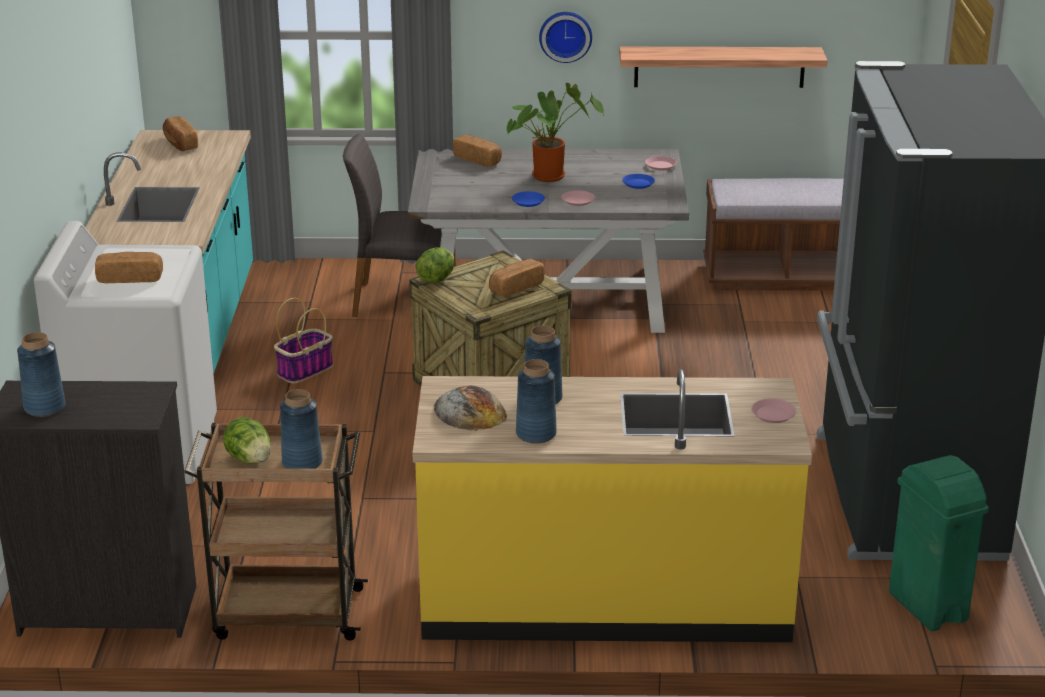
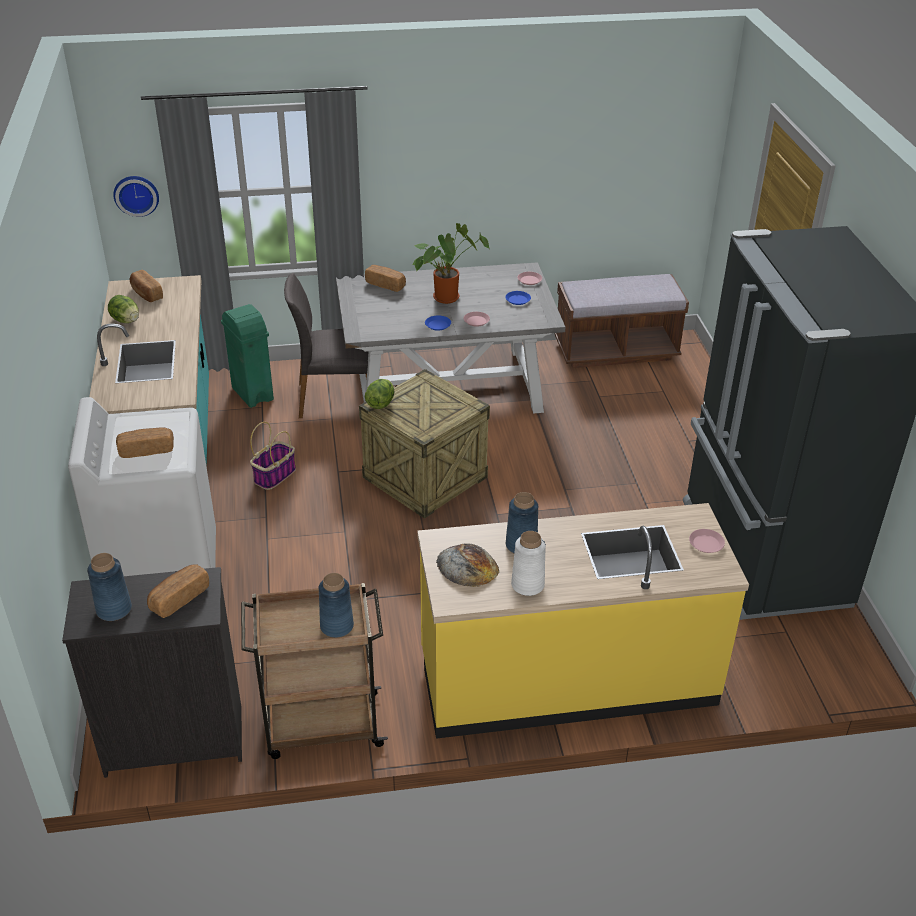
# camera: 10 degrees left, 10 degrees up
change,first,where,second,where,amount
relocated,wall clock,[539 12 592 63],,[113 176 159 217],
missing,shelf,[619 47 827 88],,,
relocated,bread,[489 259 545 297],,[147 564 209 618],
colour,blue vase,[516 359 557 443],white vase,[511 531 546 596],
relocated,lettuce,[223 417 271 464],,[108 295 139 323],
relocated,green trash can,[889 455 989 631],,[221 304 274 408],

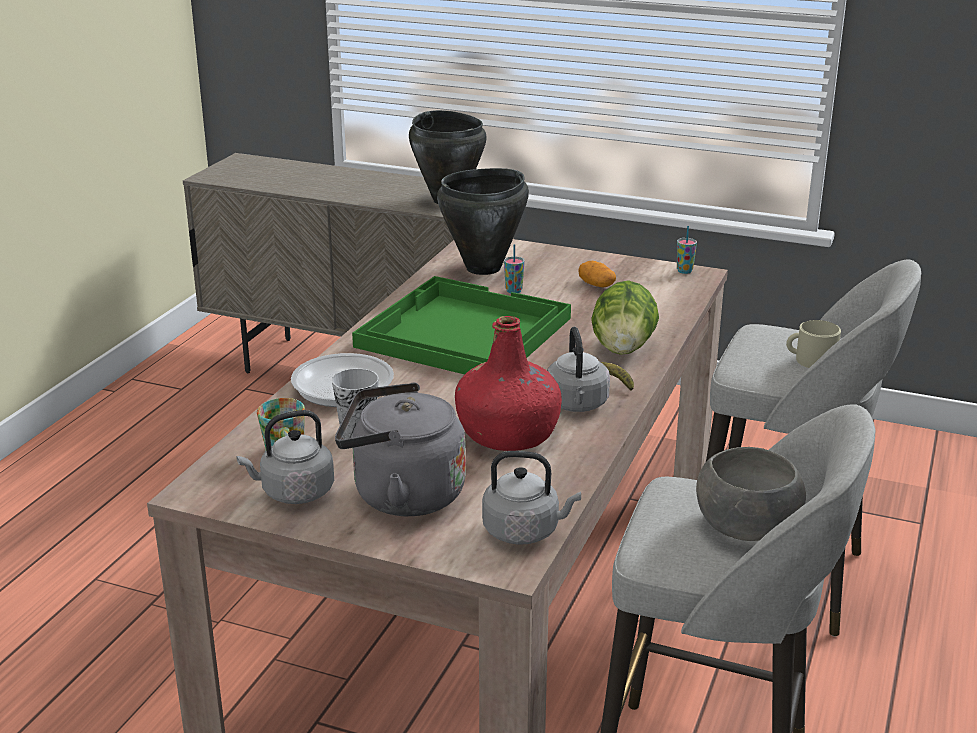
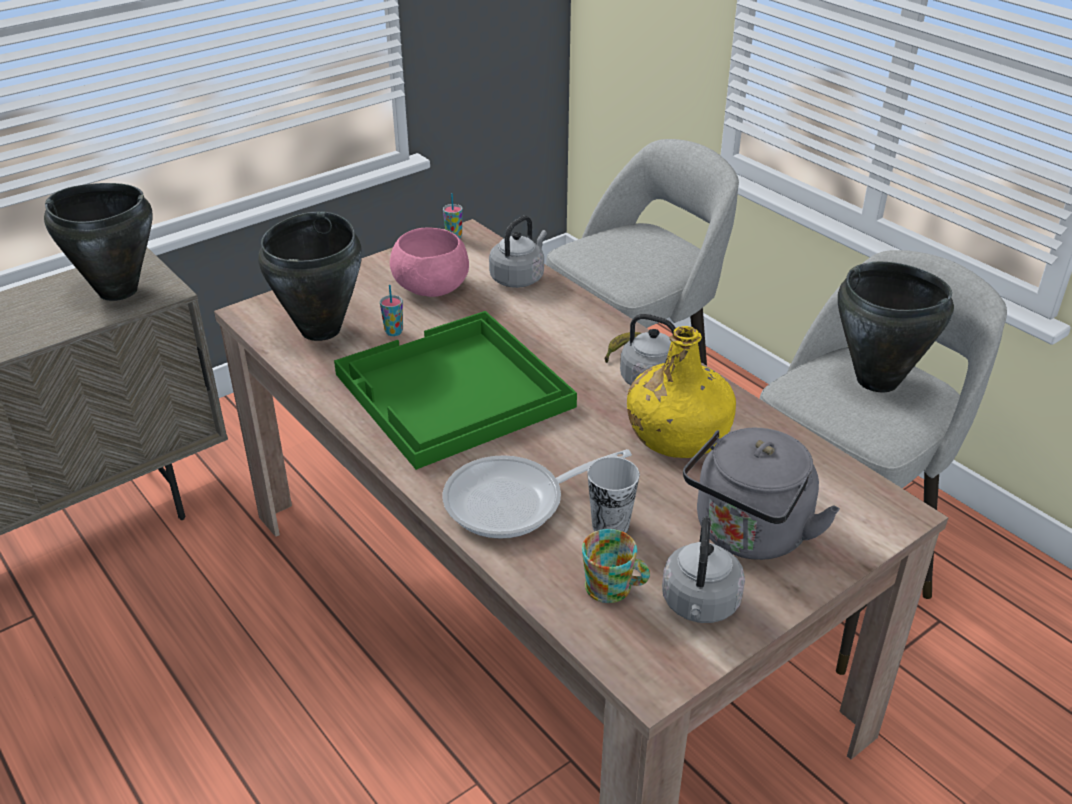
# camera: 60 degrees left, 10 degrees up
change,first,where,second,where,amount
exchanged,potato,[578 261 616 288],pink bowl,[390 228 469 297],
missing,lettuce,[591 280 659 355],,,
colour,red bottle,[455 316 562 451],yellow bottle,[627 326 736 458],
missing,beige mug,[786 320 841 368],,,
exchanged,grey bowl,[696 447 806 541],black cooking pot,[838 262 954 392],
relocated,grey kettle,[482 451 581 545],,[489 216 547 288],

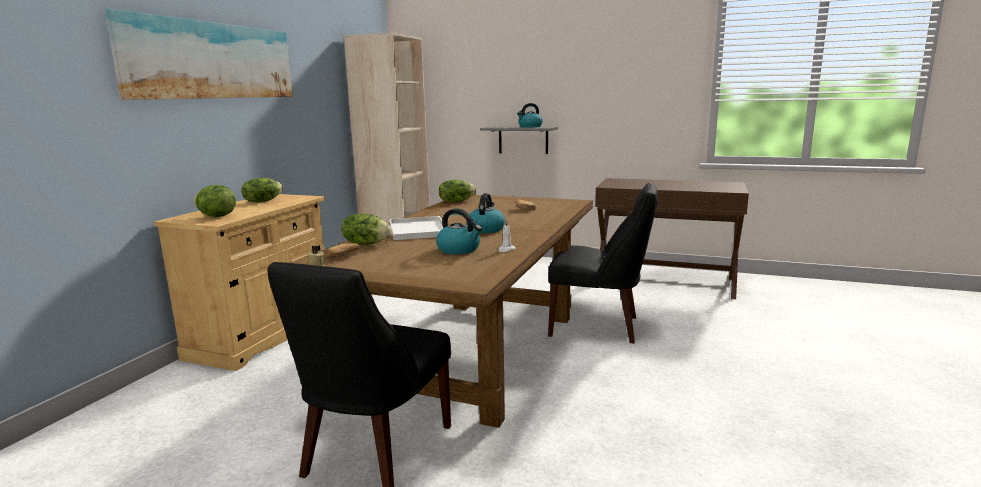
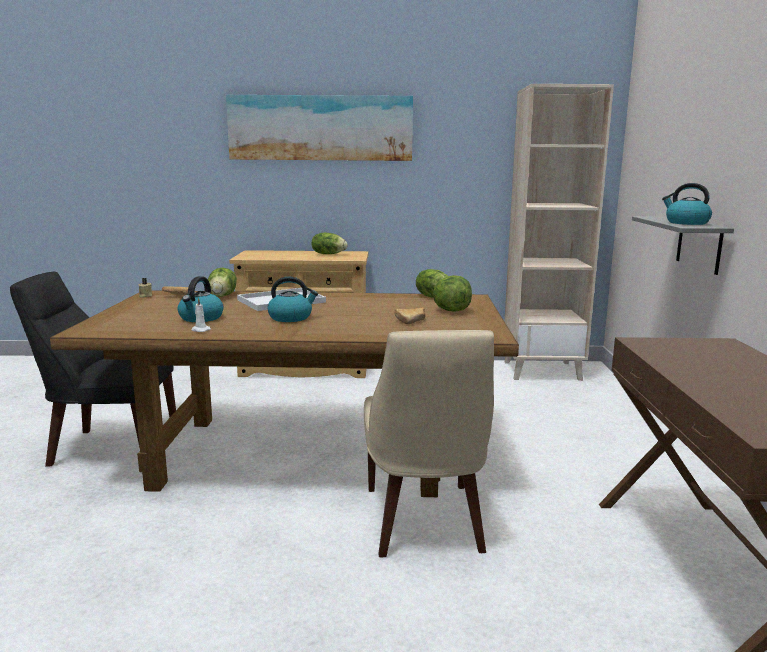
# camera: 70 degrees right, 0 degrees up
change,first,where,second,where,amount
colour,black chair,[548 183 658 343],beige chair,[364 330 494 557],
relocated,lettuce,[194 185 236 217],,[433 275 472 312],

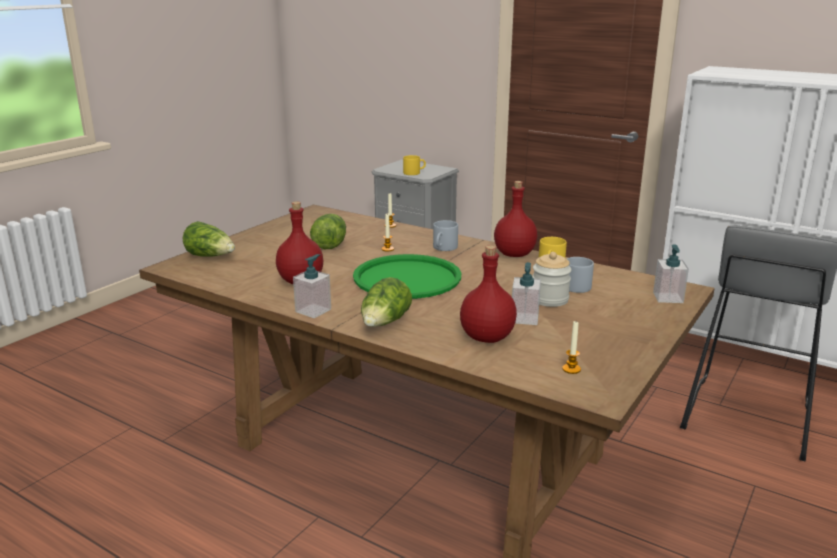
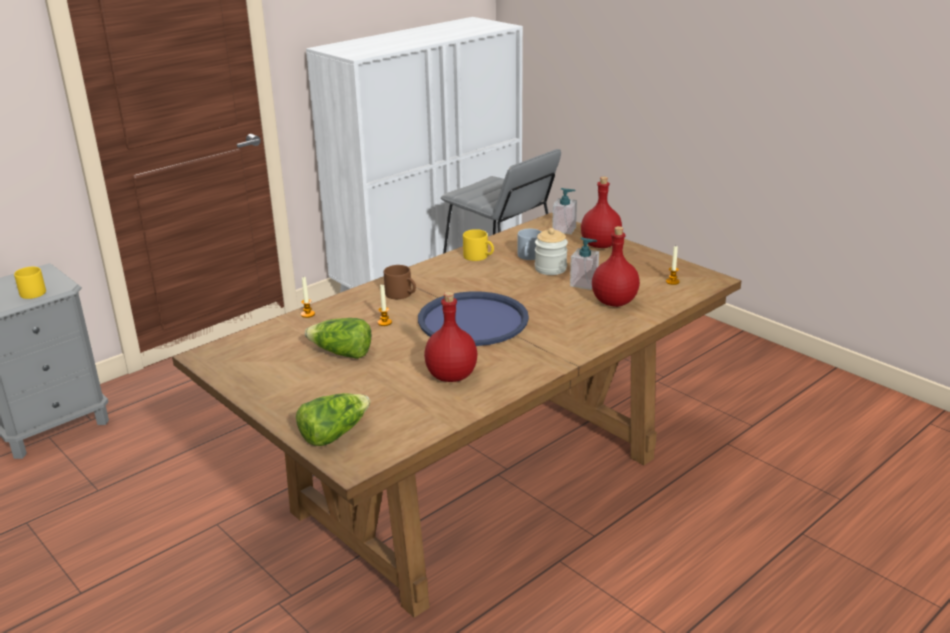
# camera: 75 degrees left, 5 degrees up
change,first,where,second,where,amount
relocated,red bottle,[494 181 537 257],,[581 177 622 248],
colour,grey mug,[433 220 458 251],brown mug,[384 265 416 299],
missing,soap dispenser,[293 254 331 318],,,
colour,green tray,[353 254 461 299],blue tray,[418 291 529 346],
missing,lettuce,[361 277 412 327],,,

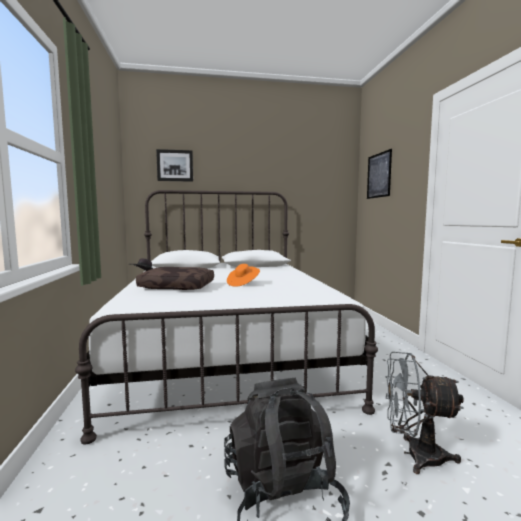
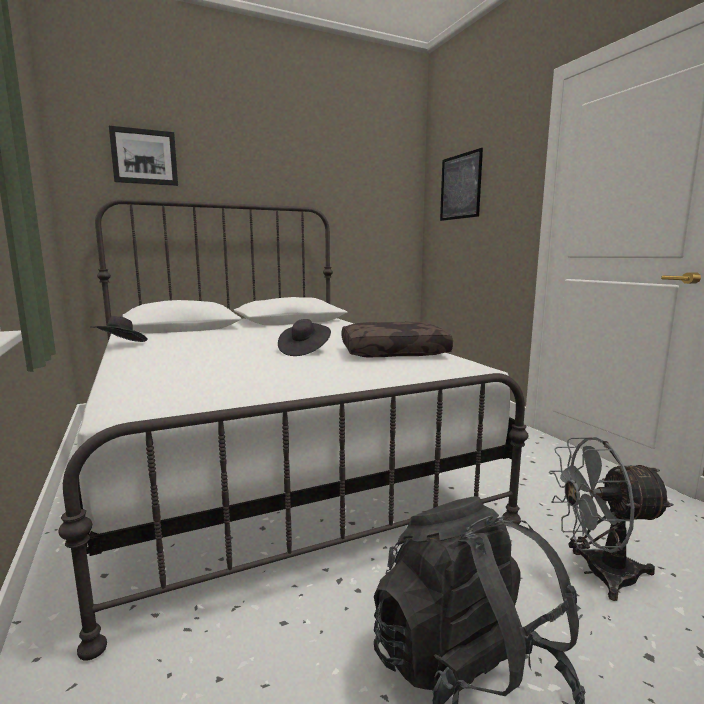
# camera: 15 degrees left, 5 degrees up
change,first,where,second,where,amount
colour,orange hat,[227 264 260 287],black hat,[278 319 331 356],
relocated,brown pillow,[136 267 214 290],,[342 321 453 357],

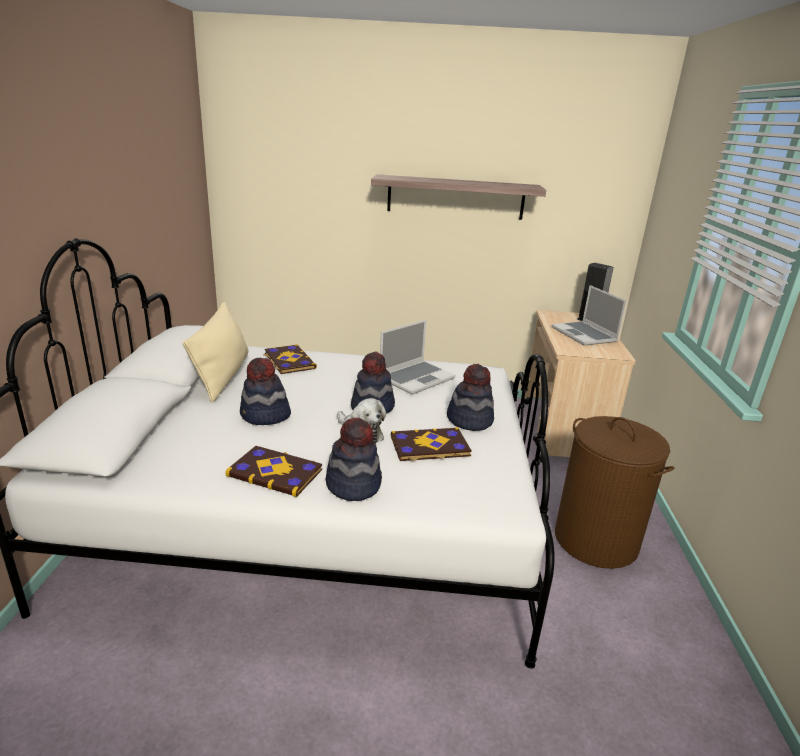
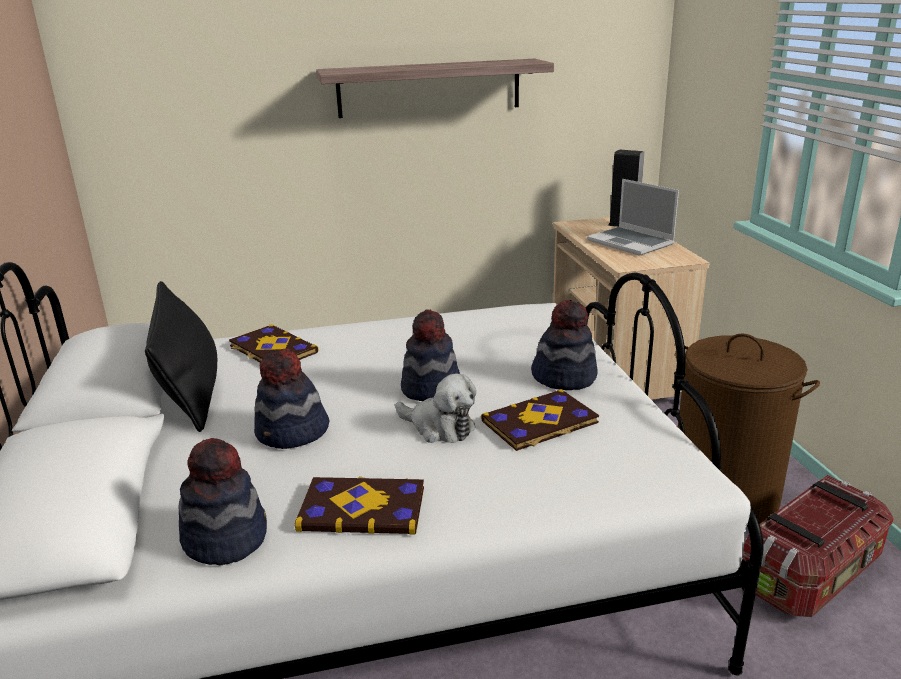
# camera: 15 degrees left, 0 degrees up
change,first,where,second,where,amount
colour,beige pillow,[183 302 249 403],black pillow,[145 281 217 432],
missing,laptop,[380 320 455 395],,,
relocated,hat,[326 418 382 501],,[178 438 267 566],
appeared,,,storage box,[742 475 894 617],

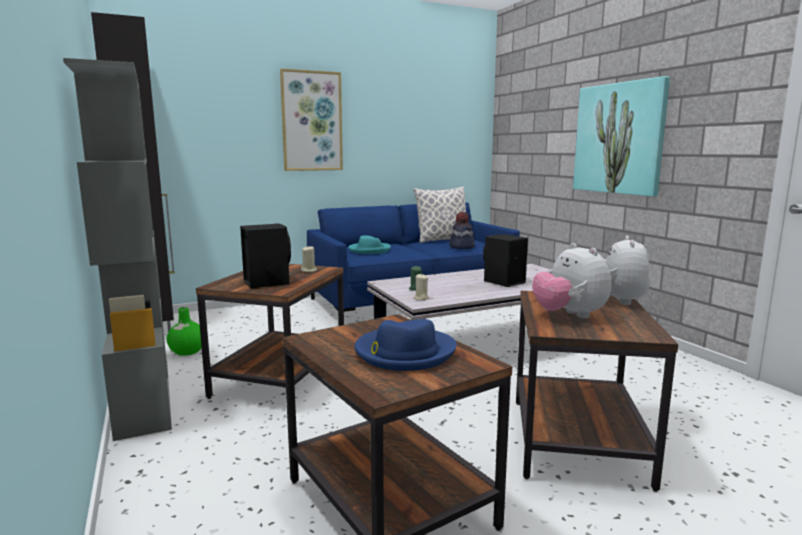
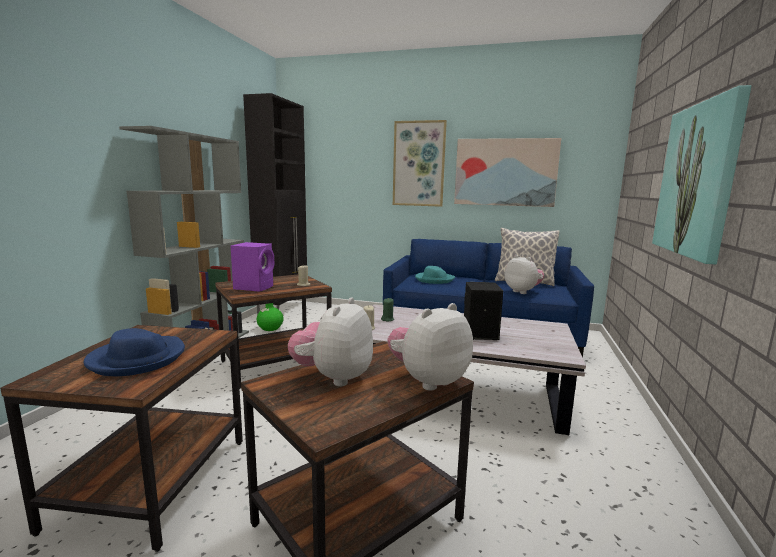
# camera: 40 degrees right, 0 degrees up
change,first,where,second,where,amount
exchanged,hat,[449 212 475 249],plush toy,[504 255 544 294],
colour,black speaker,[240 223 291 289],purple speaker,[231 242 274 292],
appeared,,,picture,[454 138 561 207],

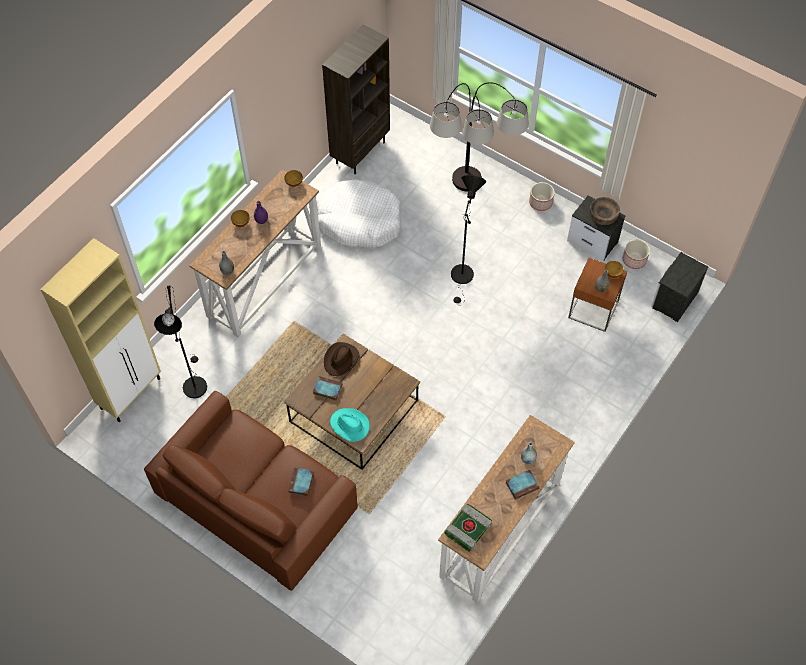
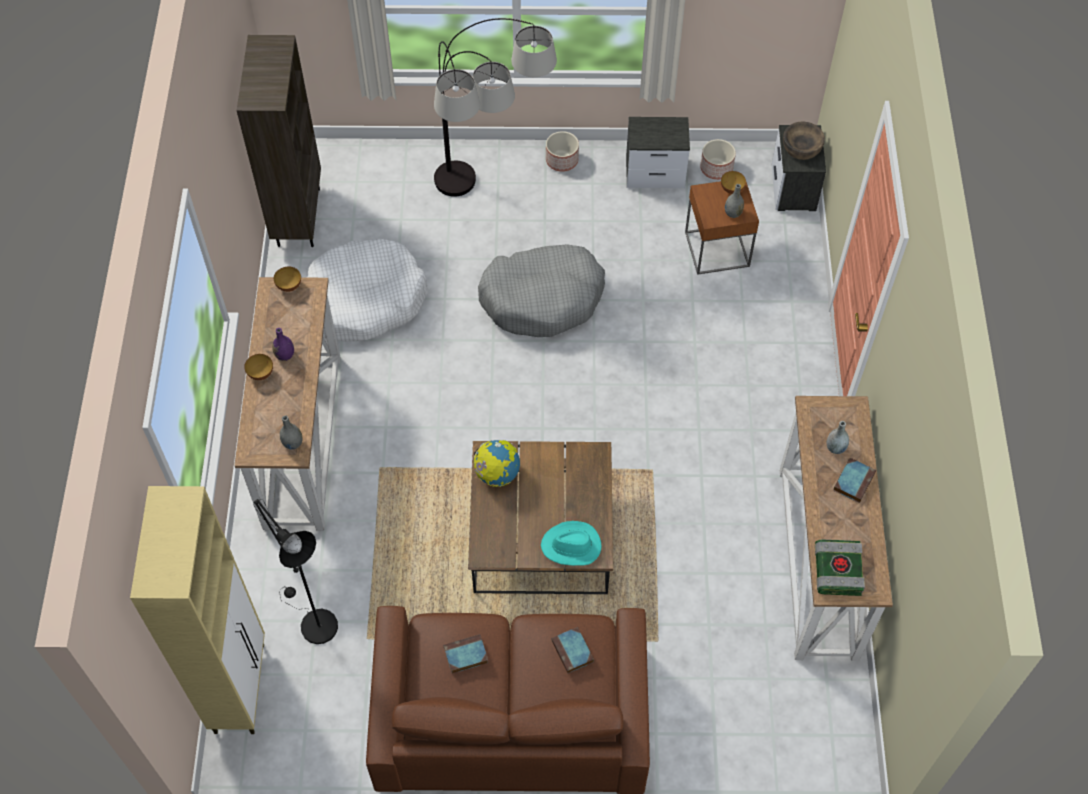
# camera: 35 degrees left, 0 degrees up
change,first,where,second,where,amount
exchanged,black floor lamp,[451 175 486 306],grey dog bed,[478 244 605 337],
relocated,brown bowl,[590 197 620 225],,[783 121 825 160],
exchanged,brown hat,[324 342 359 376],globe,[474 440 520 487],
relocated,book,[313 376 342 400],,[443 634 488 674],

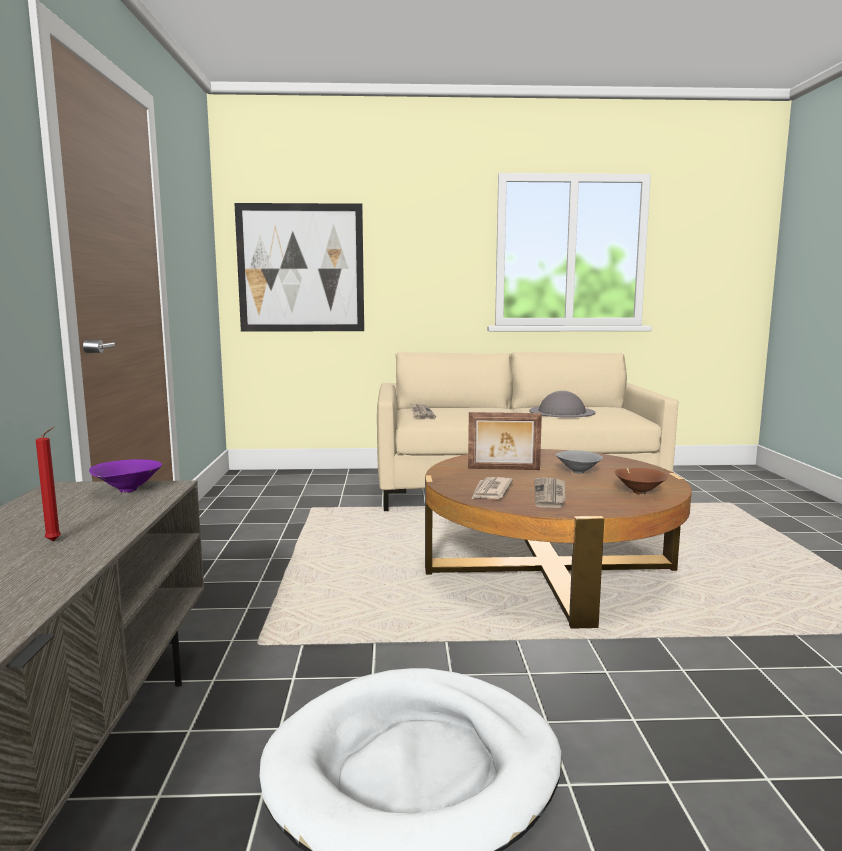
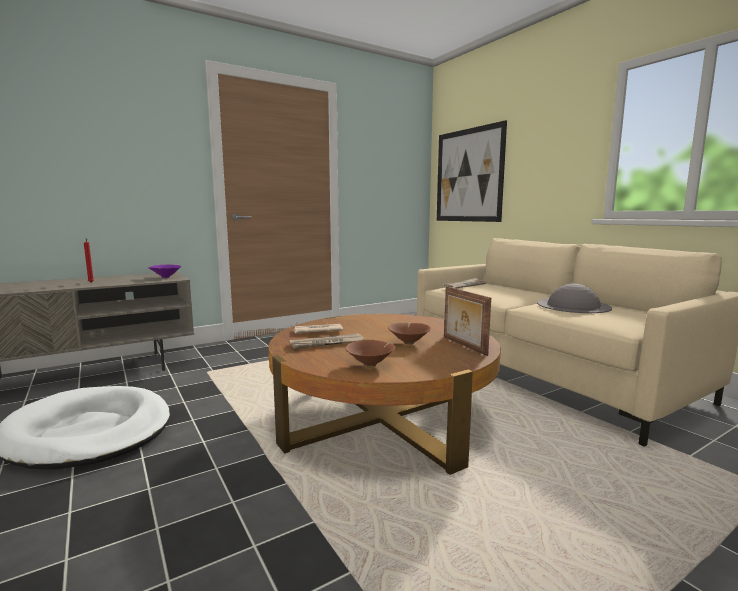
# camera: 60 degrees right, 0 degrees up
change,first,where,second,where,amount
relocated,picture frame,[468 412 542 470],,[444 286 491 356],
colour,grey bowl,[555 450 603 474],brown bowl,[388 323 431 345],

